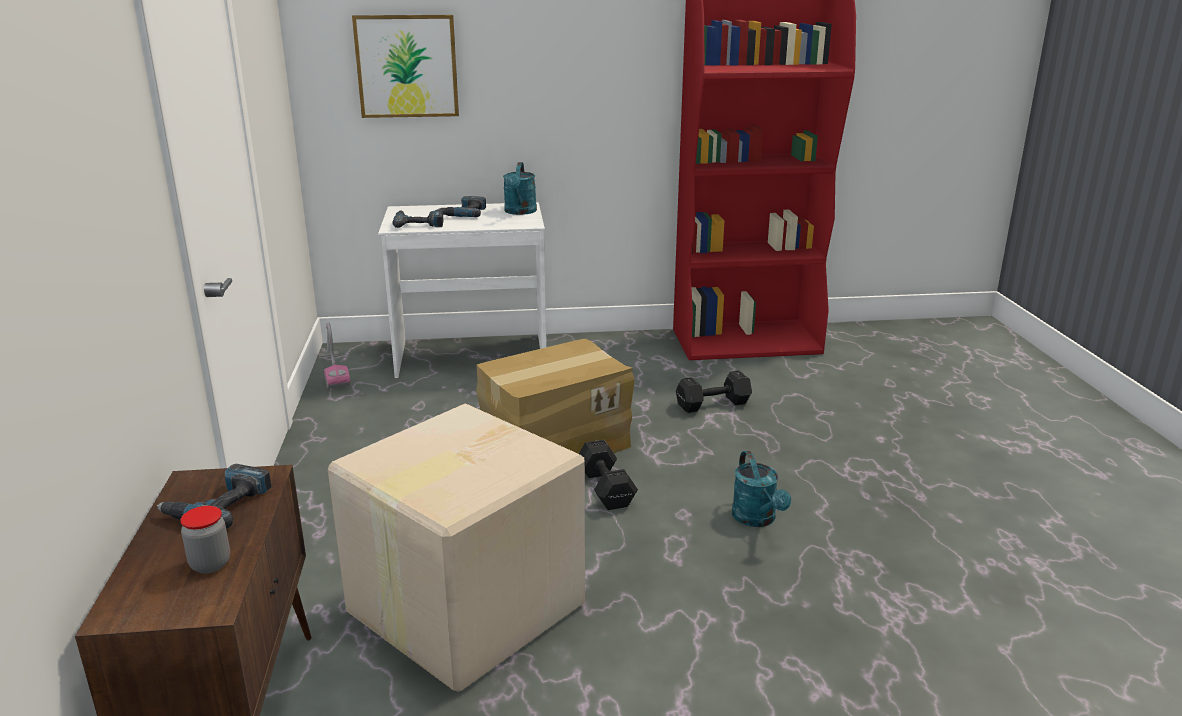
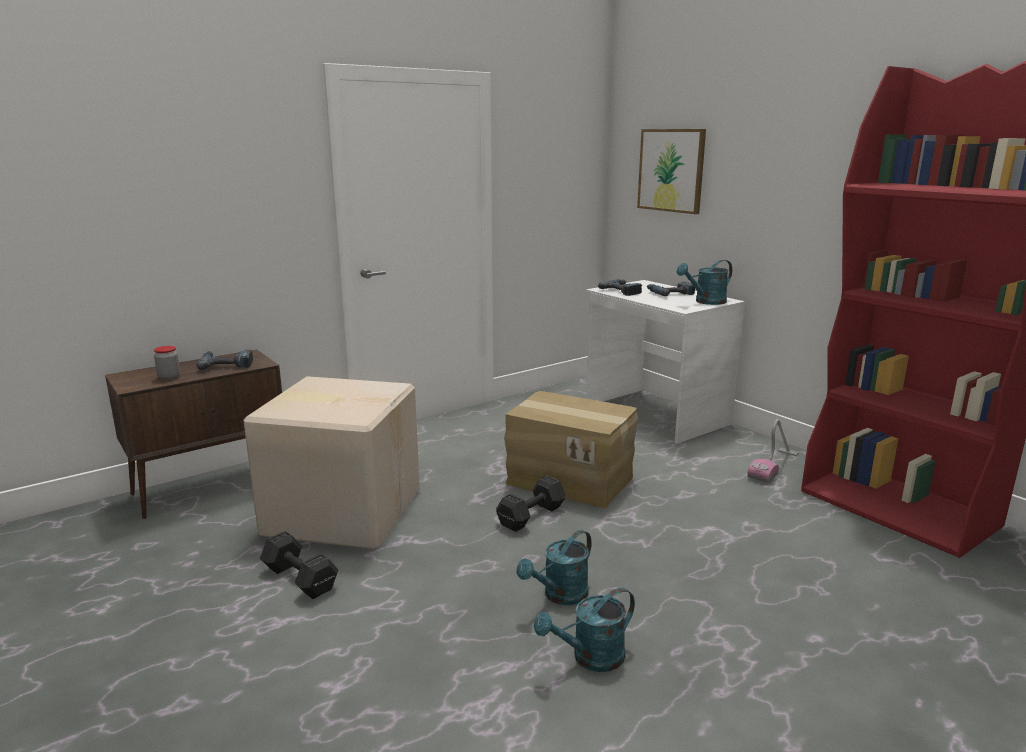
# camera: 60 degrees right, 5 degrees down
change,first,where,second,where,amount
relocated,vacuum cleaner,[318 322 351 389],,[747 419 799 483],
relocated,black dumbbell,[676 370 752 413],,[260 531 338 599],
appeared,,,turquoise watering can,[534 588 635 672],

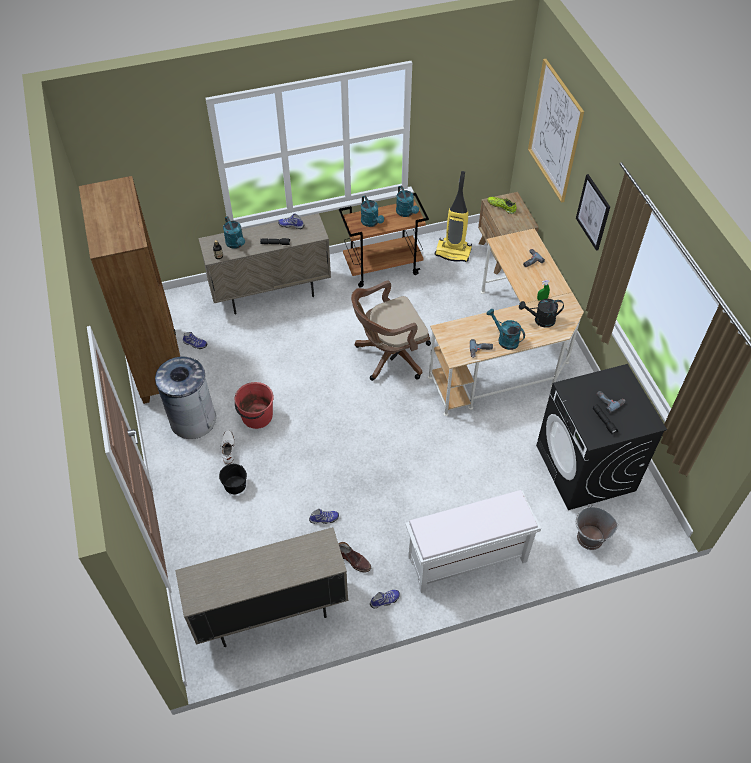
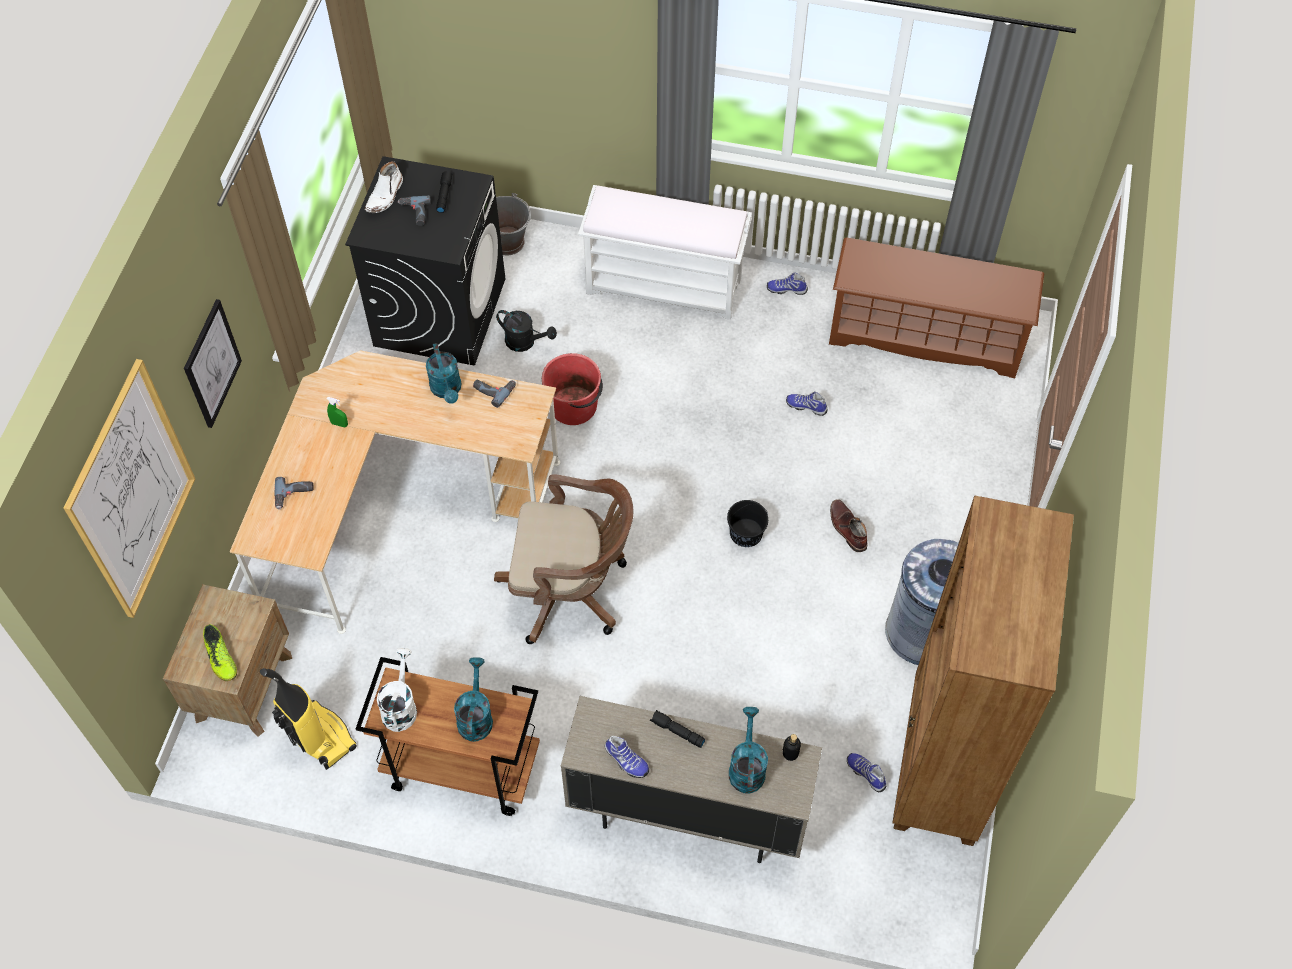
# camera: 150 degrees left, 5 degrees up
change,first,where,second,where,amount
colour,turquoise watering can,[396 186 419 217],white watering can,[377 648 417 732],
relocated,black watering can,[519 299 564 328],,[496 310 557 352],
relocated,red bucket,[235 382 274 429],,[542 353 603 425],
relocated,white boot,[221 430 235 465],,[365 161 403 213],
relocated,black bucket,[219 464 247 494],,[727 500 768 547],
exchanged,beige cabinet,[175 527 349 647],brown shoe rack,[829 238 1044 378],
relocated,brown boot,[338 542 371 572],,[830 499 867 552],

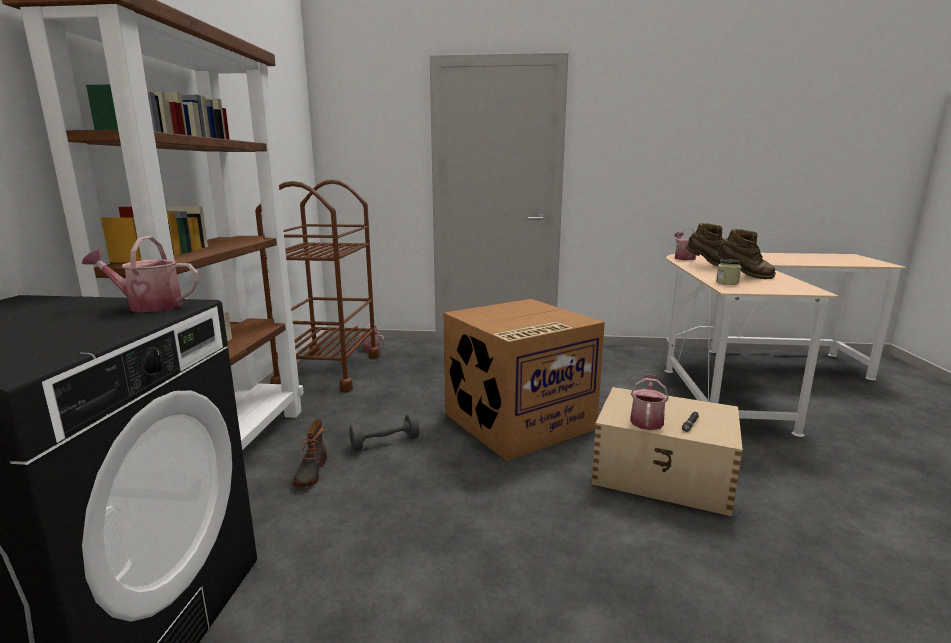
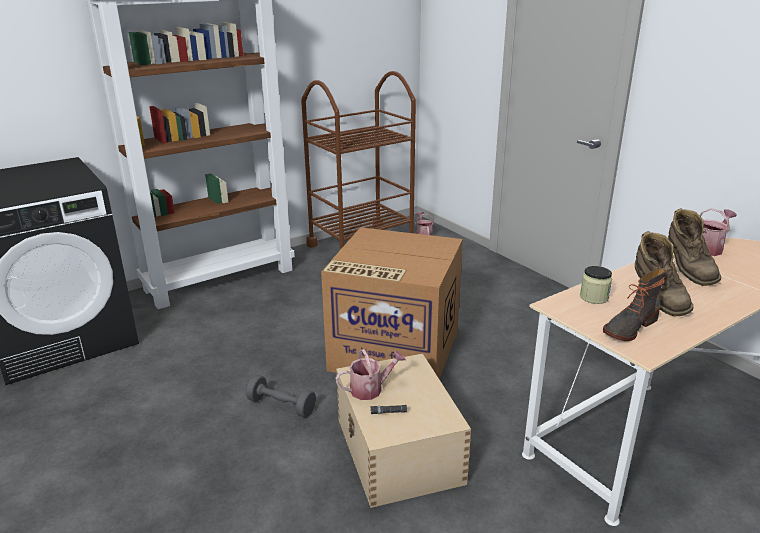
# camera: 50 degrees right, 10 degrees up
change,first,where,second,where,amount
missing,watering can,[82 236 199 312],,,
relocated,grey dumbbell,[349 413 419 451],,[246 375 316 418],
relocated,boot,[292 419 327 486],,[603 268 666 341],

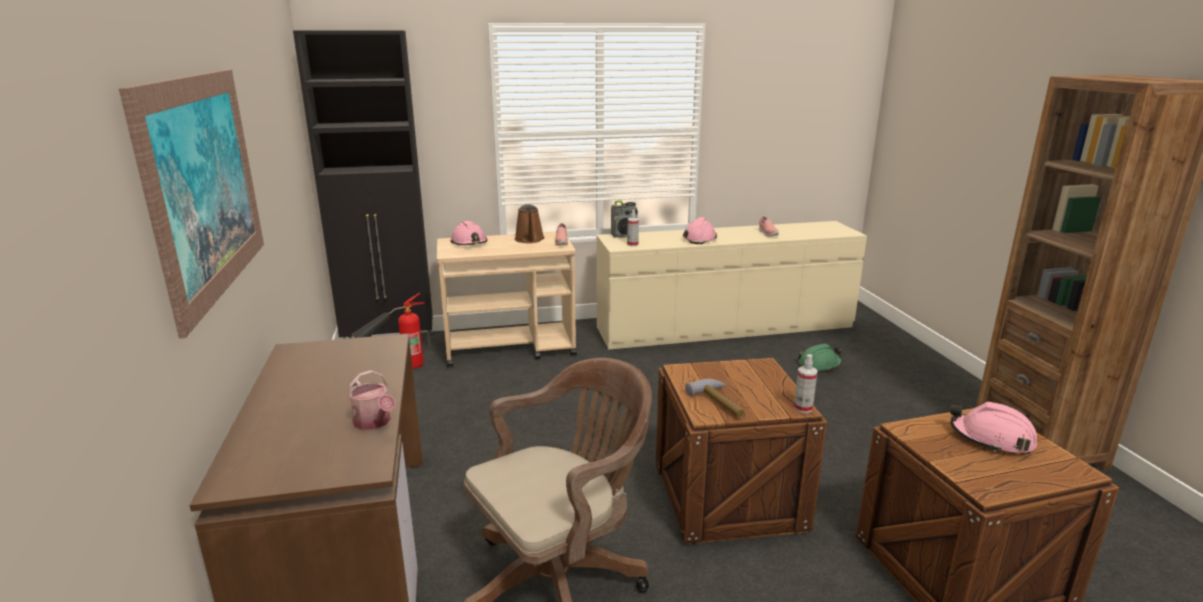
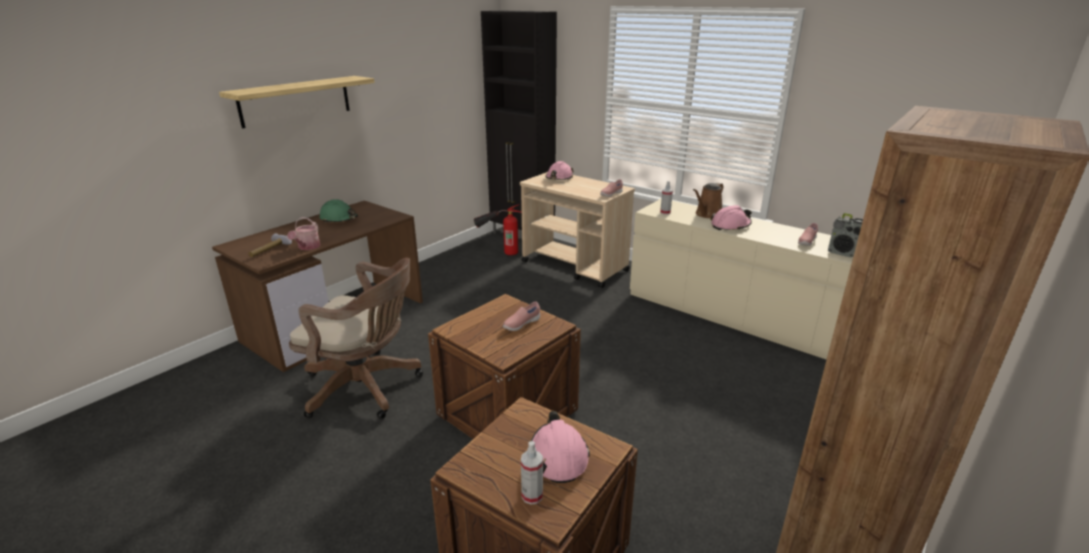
# camera: 50 degrees right, 5 degrees up
change,first,where,second,where,amount
exchanged,picture,[119 69 264 339],shelf,[219 76 375 128],
relocated,radio,[611 200 638 238],,[828 213 863 257],
relocated,brown watering can,[515 204 545 243],,[693 183 723 218],
relocated,green hard hat,[798 344 842 372],,[319 199 358 223],
relocated,spray bottle,[794 354 818 413],,[521 441 543 505],
relocated,hammer,[685 379 744 418],,[249 233 292 257],
appeared,,,pink shoe,[503 302 540 331],

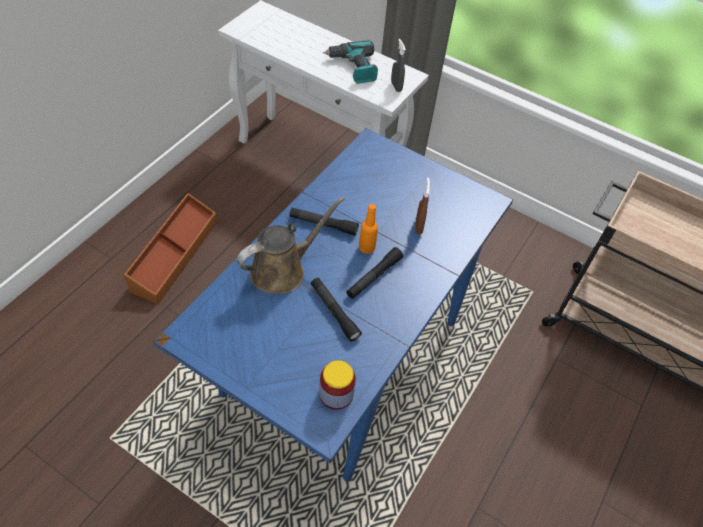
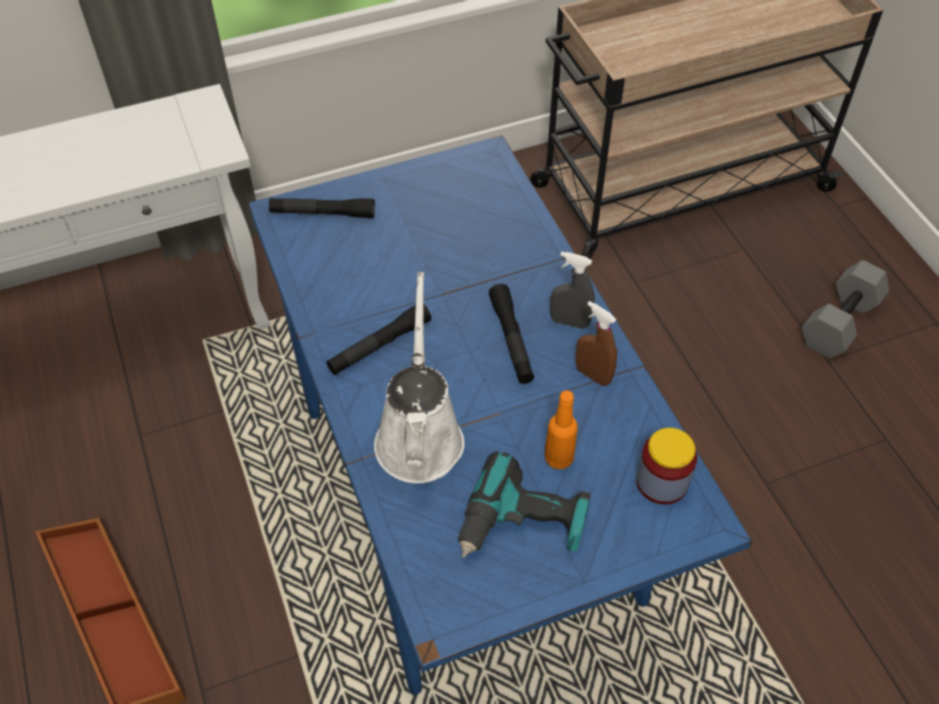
# camera: 50 degrees left, 0 degrees up
change,first,where,second,where,amount
relocated,grey spray bottle,[391 39 406 92],,[550 252 595 329],
relocated,power drill,[323 40 378 84],,[458 451 591 558],
relocated,brown spray bottle,[415 178 430 234],,[576 301 617 386],
colour,brown watering can,[237 197 345 294],white watering can,[374 272 464 484],
relocated,orange bottle,[359 204 378 254],,[544 390 578 469],
relocated,black flashlight,[311 278 362 342],,[269 198 375 218],
appeared,,,grey dumbbell,[802 260 890 358],

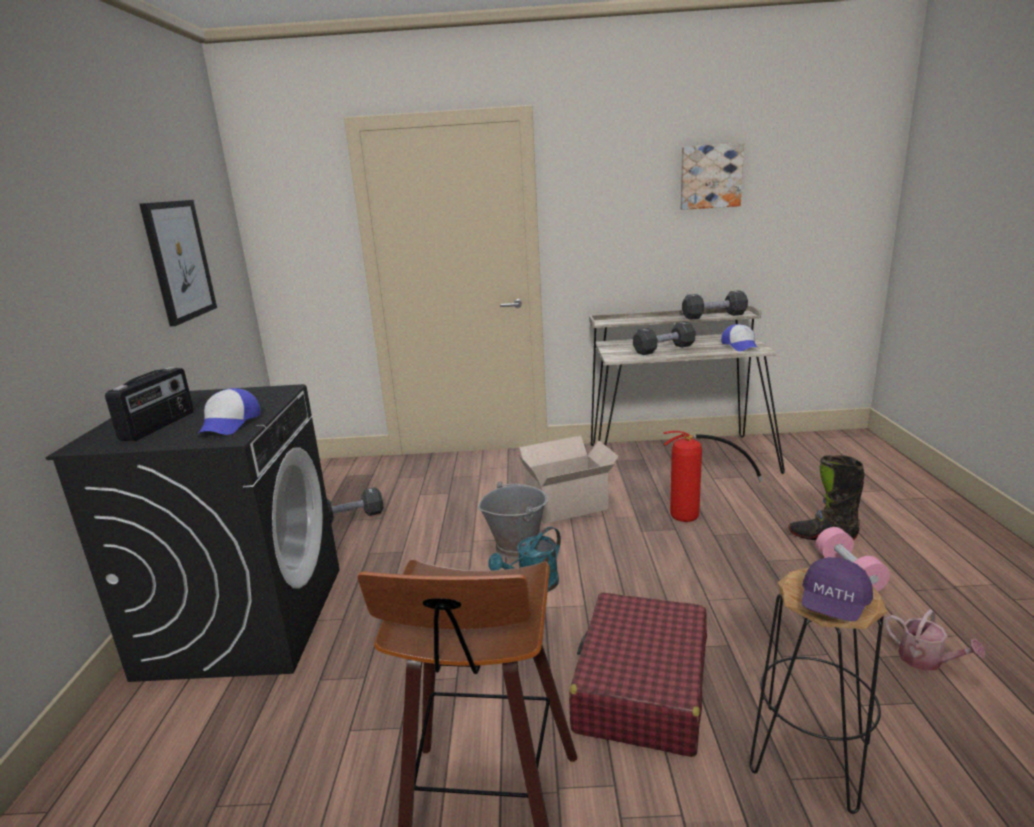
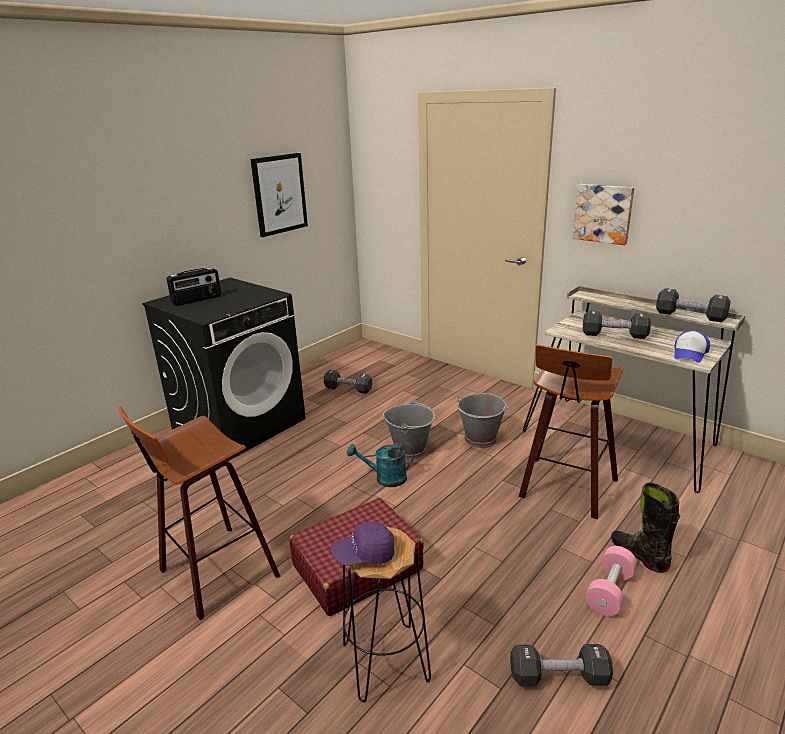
# camera: 40 degrees right, 5 degrees up
change,first,where,second,where,amount
relocated,picture,[681 143 744 210],,[573 184 634 245],
missing,cap,[199 388 260 435],,,
exchanged,fire extinguisher,[663 431 763 522],stool,[519 345 623 520],
exchanged,cardboard box,[518 436 619 524],grey bucket,[456 393 509 448],
exchanged,watering can,[884 609 985 671],black dumbbell,[510 644 613 686],

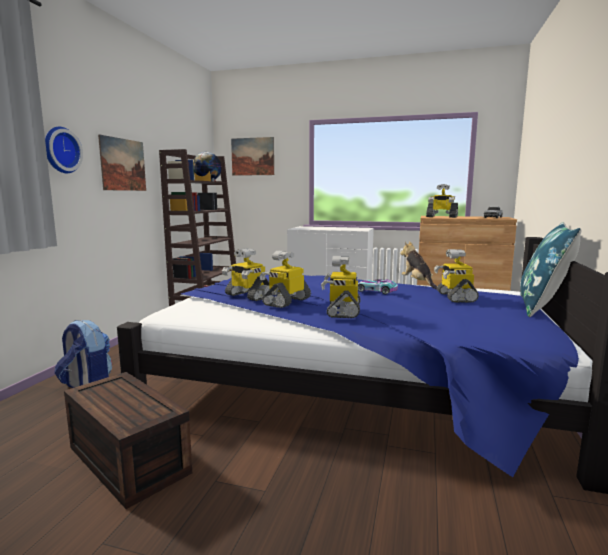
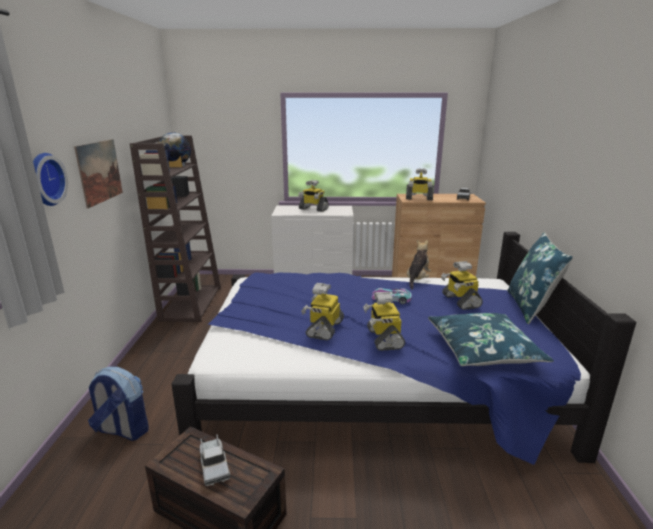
# camera: 15 degrees left, 10 degrees up
change,first,where,second,where,amount
missing,picture,[231 137 274 176],,,
spun,plush toy,[400 241 437 289],,[407 240 431 290],60 degrees clockwise
relocated,toy robot,[222 248 272 301],,[298 180 329 212],
appeared,,,blue pillow,[428 313 554 366],
appeared,,,toy truck,[199 434 230 486],

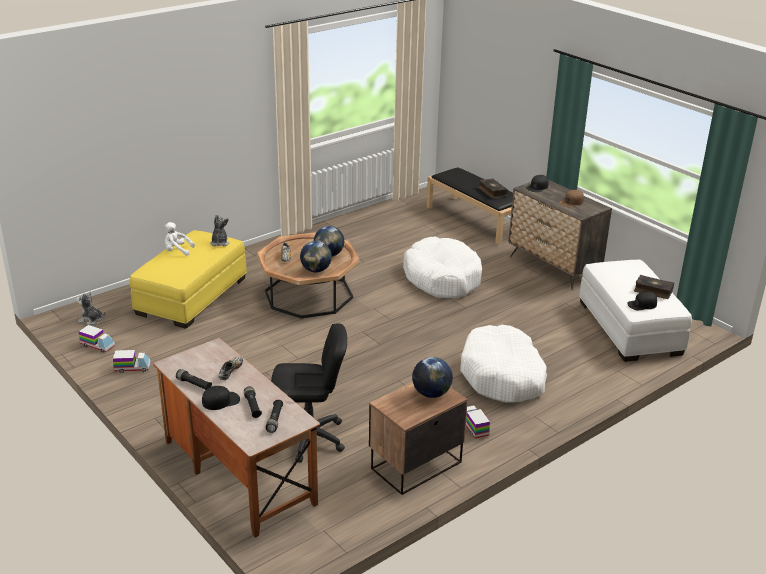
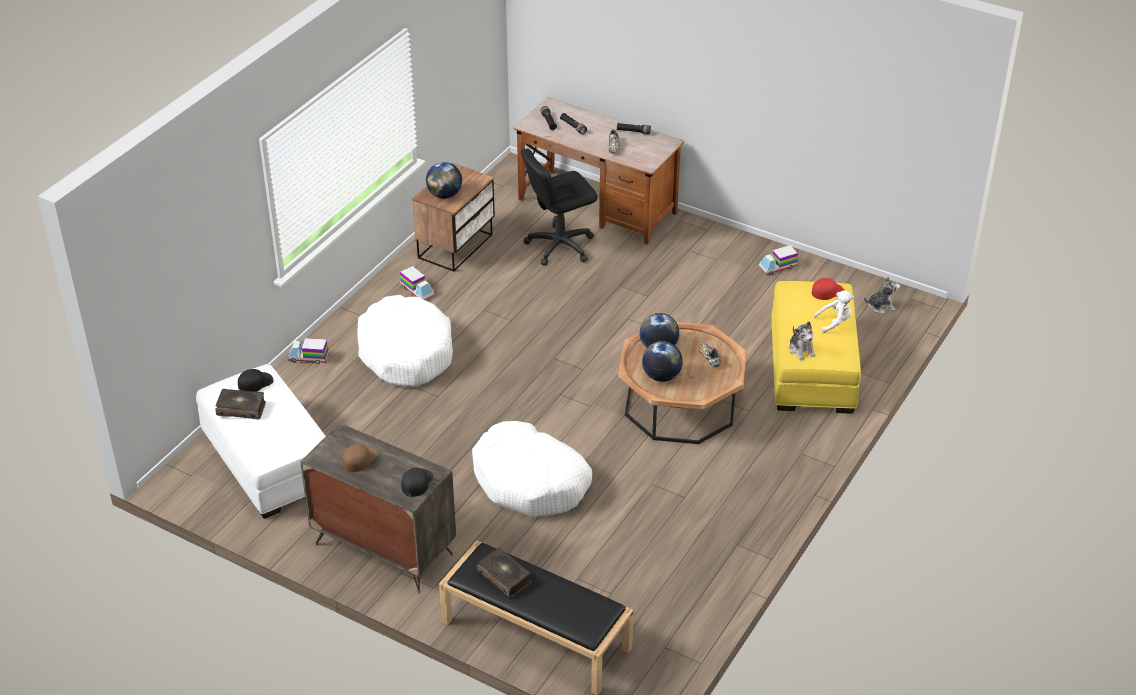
# camera: 160 degrees right, 10 degrees up
change,first,where,second,where,amount
relocated,toy truck,[79 325 115 353],,[288 338 329 364],
missing,black cap,[202 386 240 410],,,
appeared,,,red cap,[812 278 844 300],

